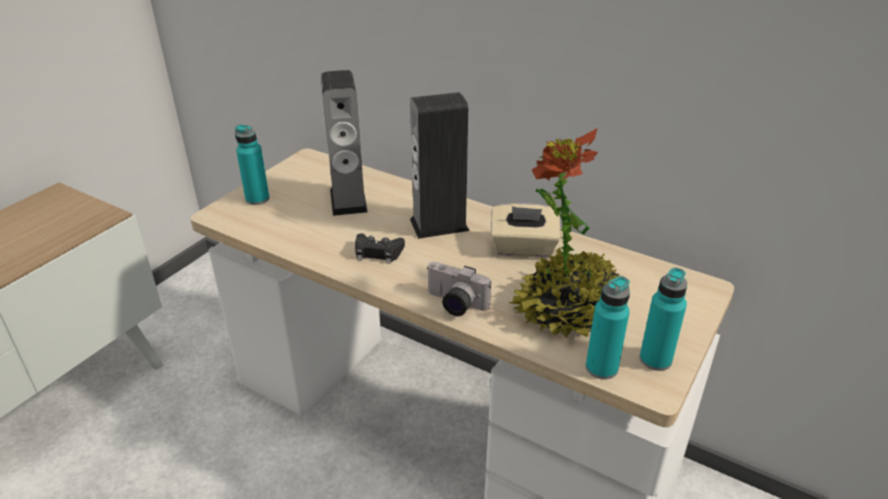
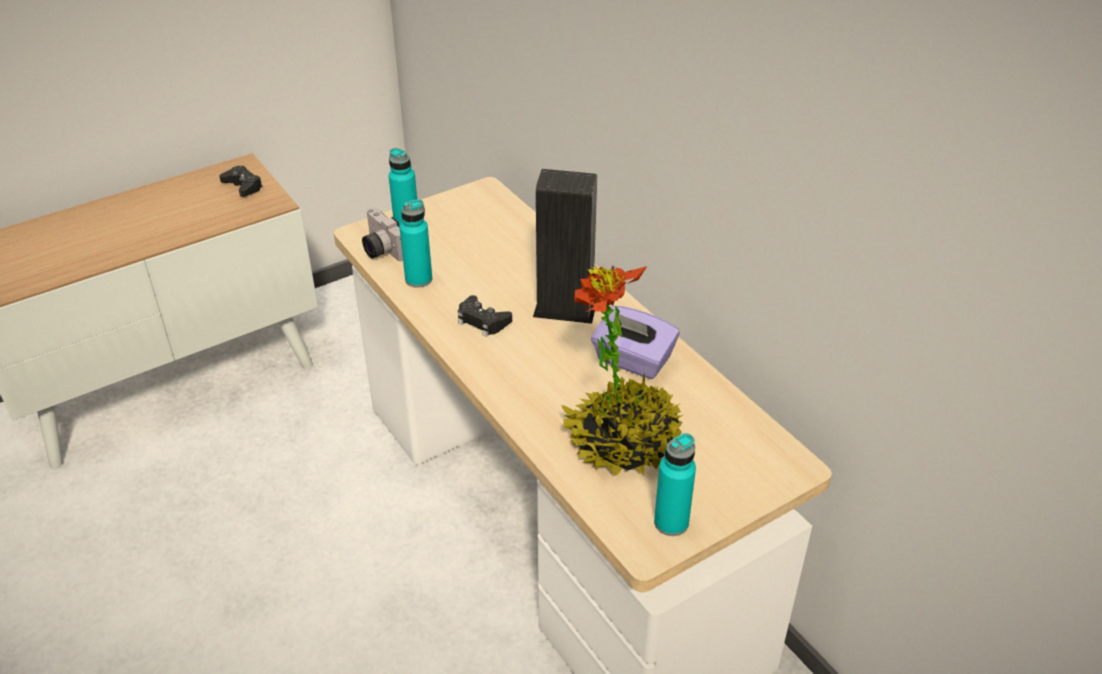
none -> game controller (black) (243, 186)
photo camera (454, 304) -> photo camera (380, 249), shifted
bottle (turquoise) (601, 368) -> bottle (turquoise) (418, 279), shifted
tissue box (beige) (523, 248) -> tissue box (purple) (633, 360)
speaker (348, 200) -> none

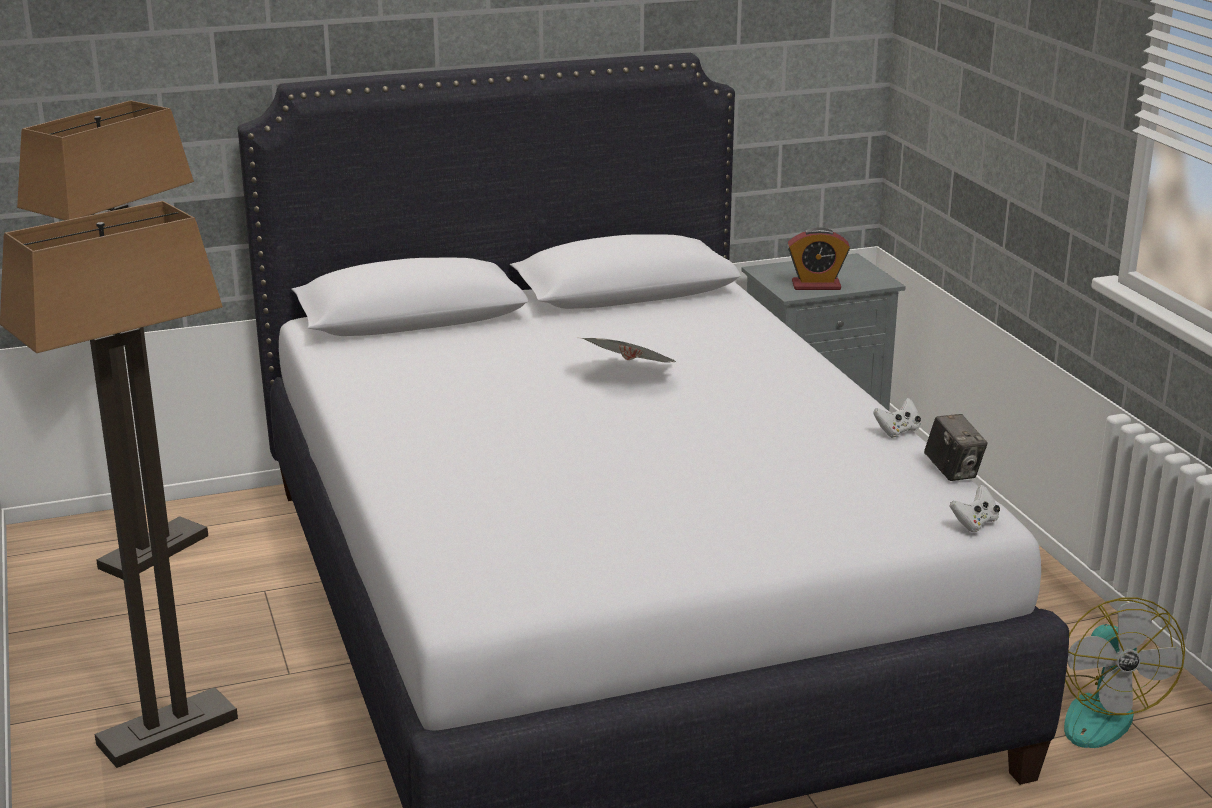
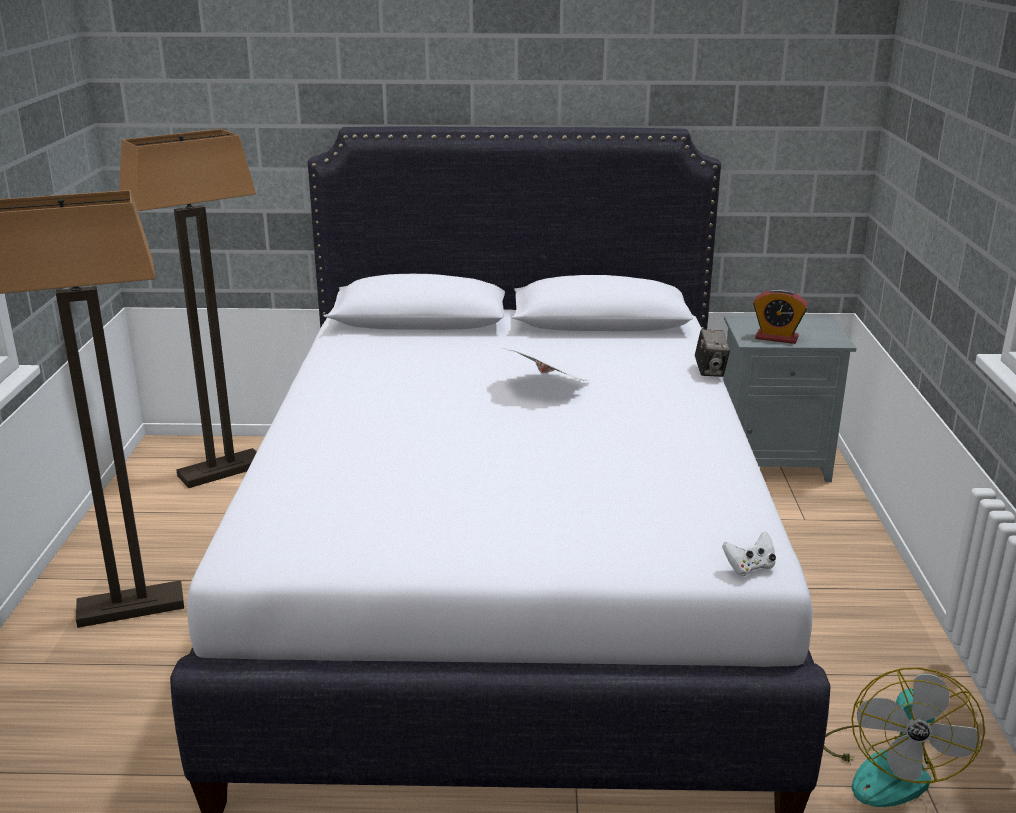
photo camera (953, 472) -> photo camera (710, 371), shifted
game controller (white) (897, 431) -> none

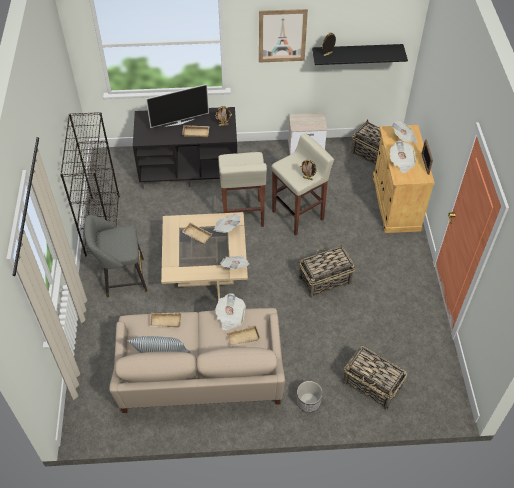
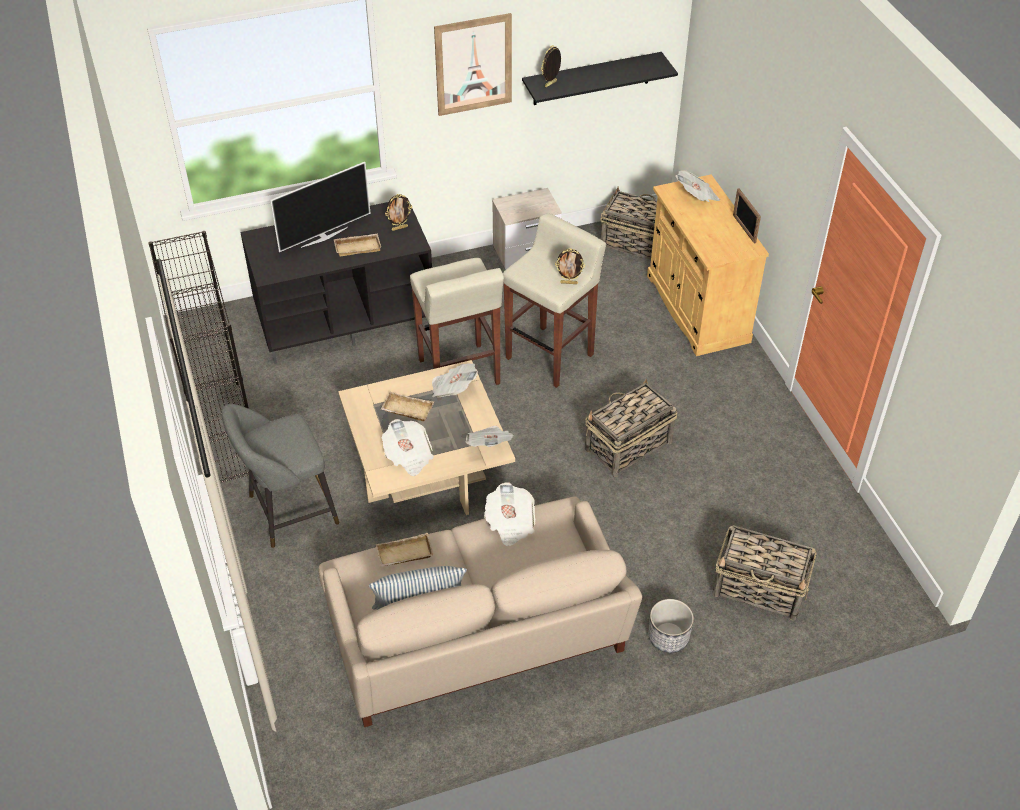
newspaper (401, 162) -> newspaper (408, 456), shifted
tray (beige) (243, 338) -> none

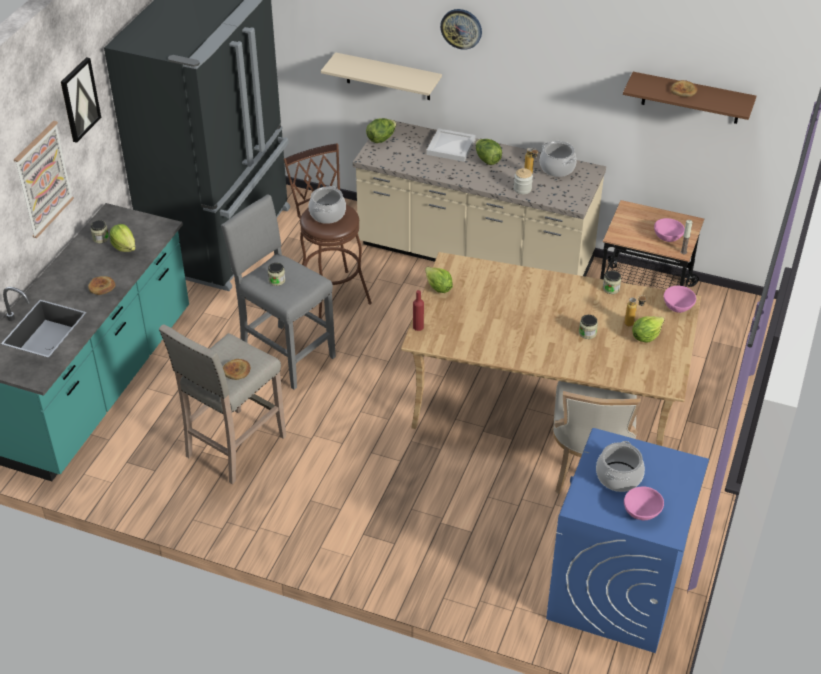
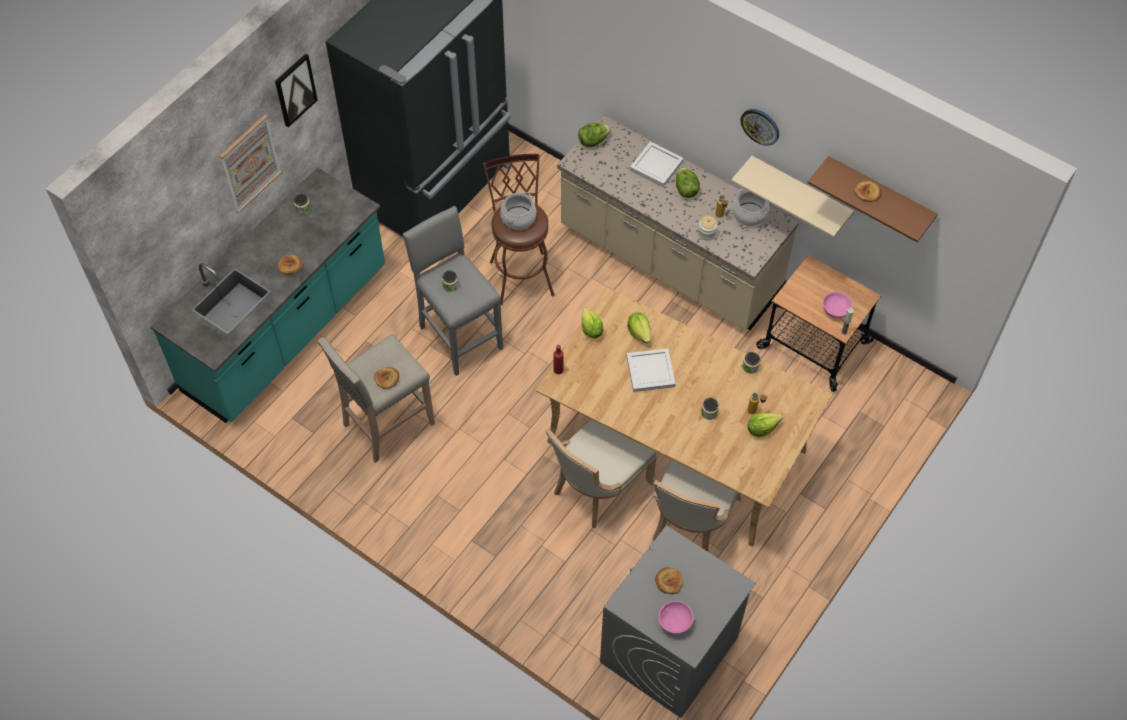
none -> chair (beige) (598, 488)
washing machine (blue) (615, 591) -> washing machine (grey) (668, 651)
none -> tray (white) (649, 371)
lettuce (124, 247) -> lettuce (639, 332), shifted
cooking pot (618, 476) -> bread (669, 581)
shelf (beige) (388, 77) -> shelf (beige) (800, 193), shifted
wall clock (461, 28) -> wall clock (760, 126), shifted
bowl (pink) (678, 307) -> none

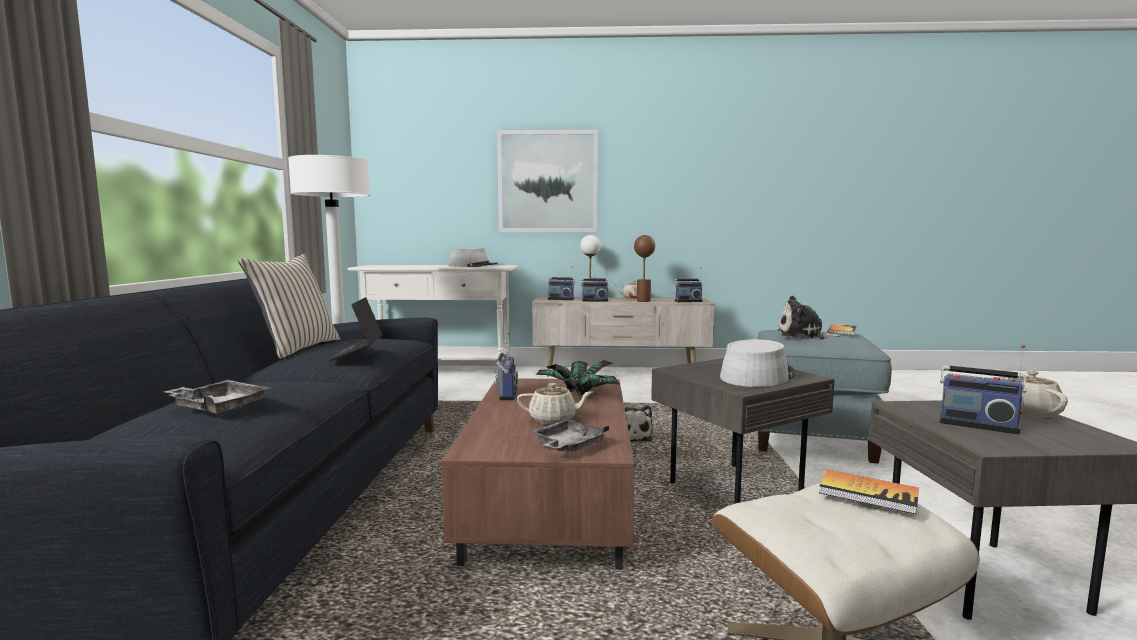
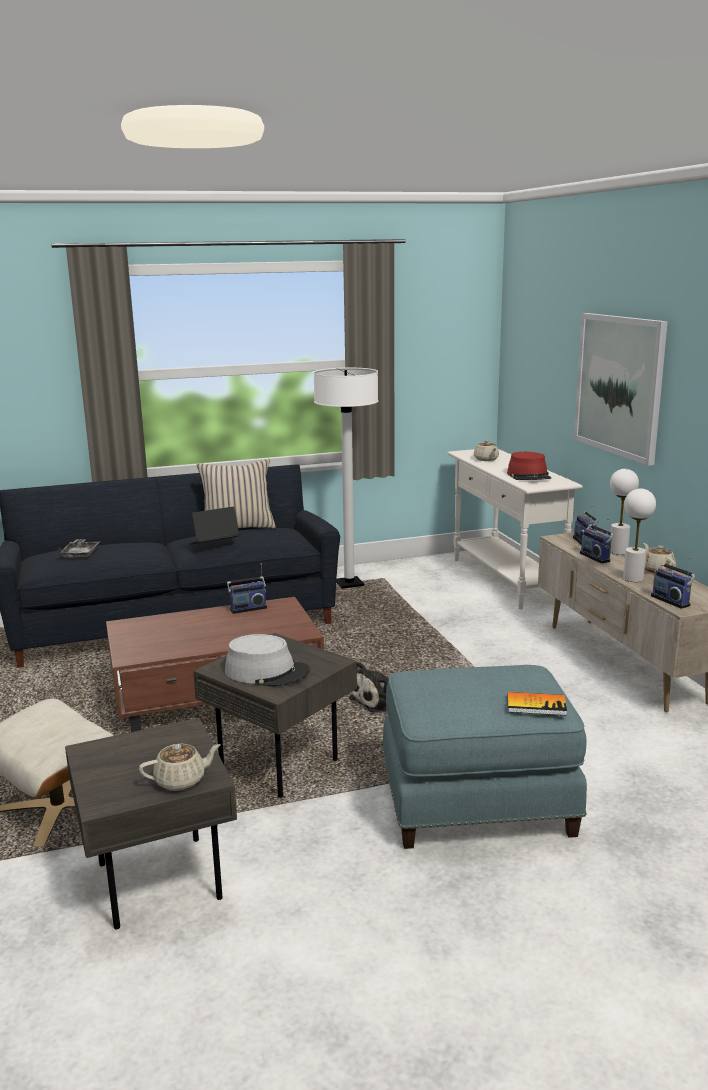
teapot (beige) (554, 419) -> teapot (beige) (486, 459), shifted
hat (grey) (473, 266) -> hat (red) (529, 476)
table lamp (brown) (643, 301) -> table lamp (white) (633, 578)
tray (grey) (567, 446) -> none
potted plant (577, 394) -> none
plush toy (804, 336) -> none
book (868, 493) -> none
radio (977, 424) -> none

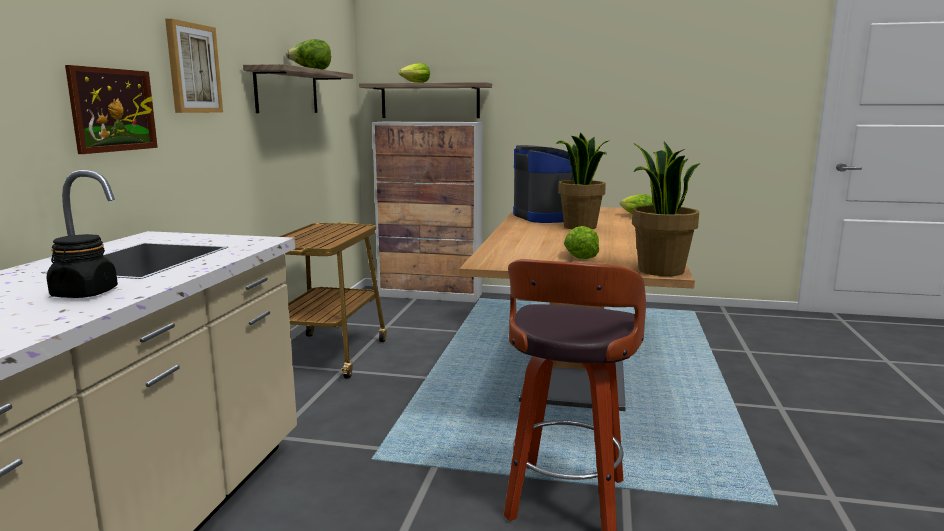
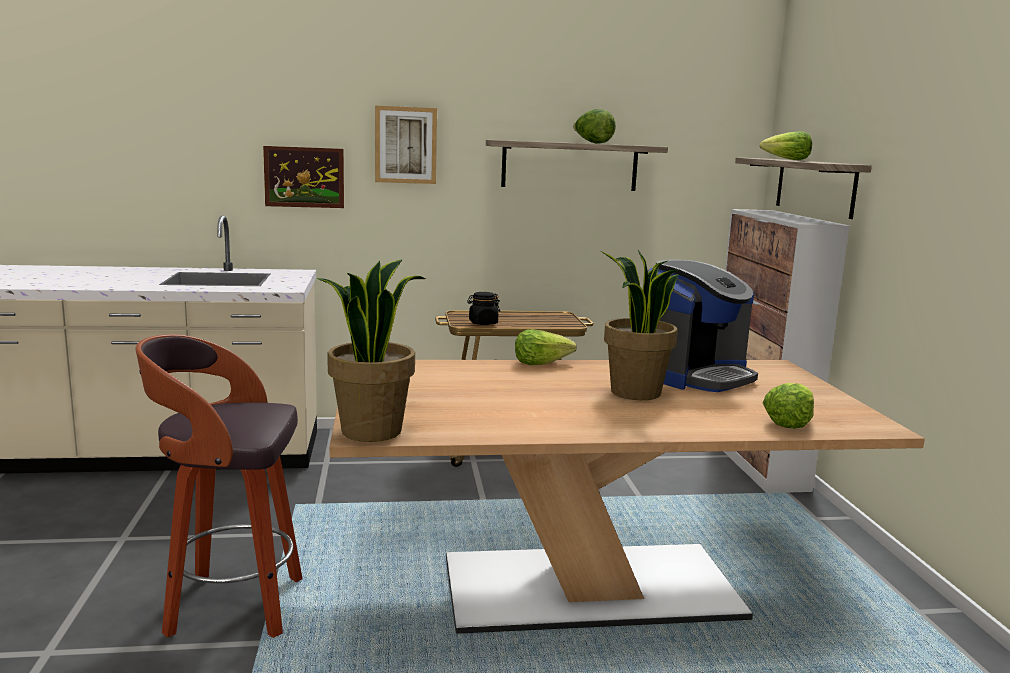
jar (black) (84, 293) -> jar (black) (483, 323), shifted
lettuce (580, 256) -> lettuce (541, 363), shifted

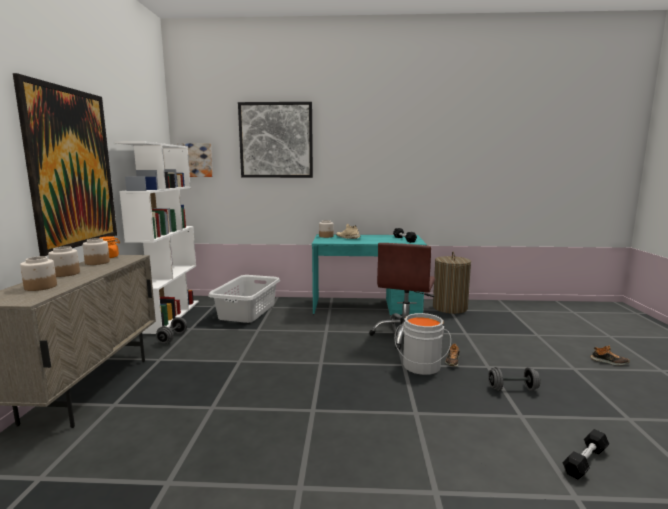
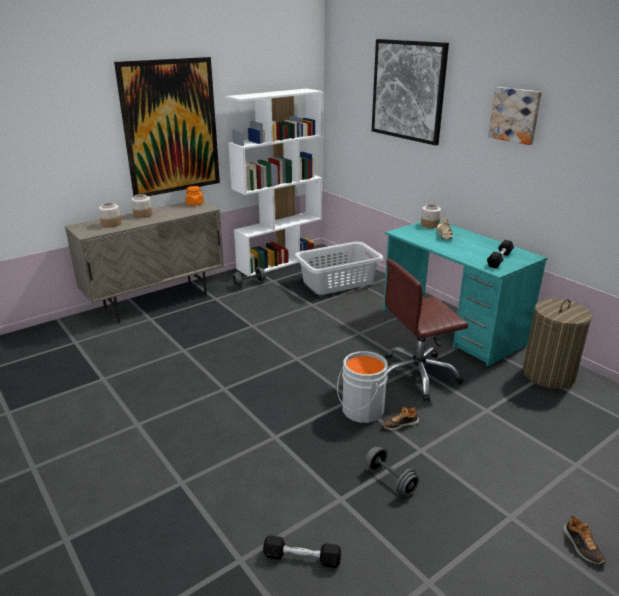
picture (196, 160) -> picture (515, 115), shifted
jar (97, 262) -> none

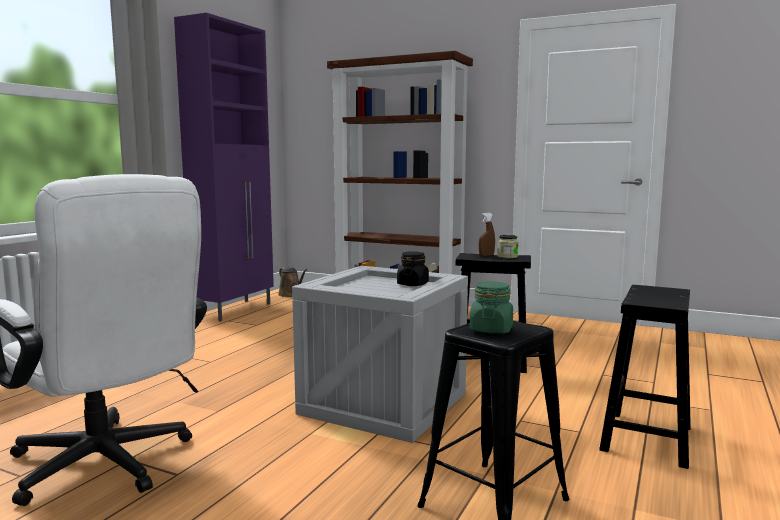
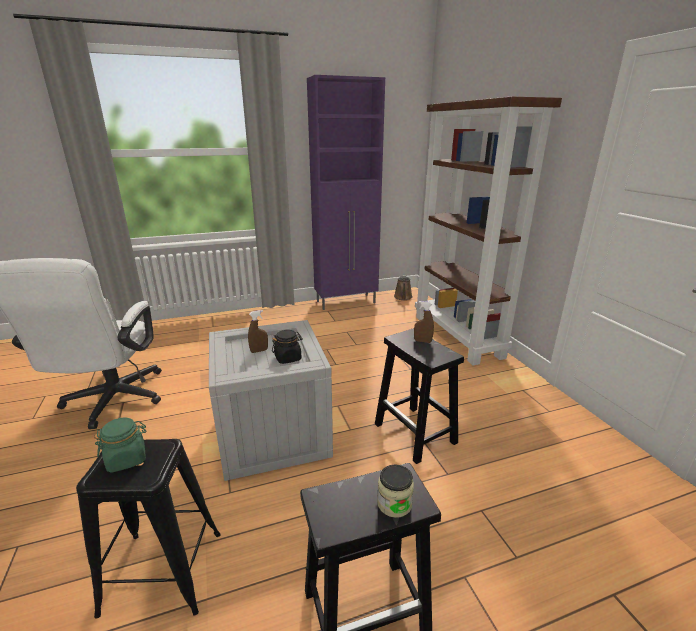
none -> spray bottle (brown) (259, 351)
jar (507, 257) -> jar (394, 503), shifted

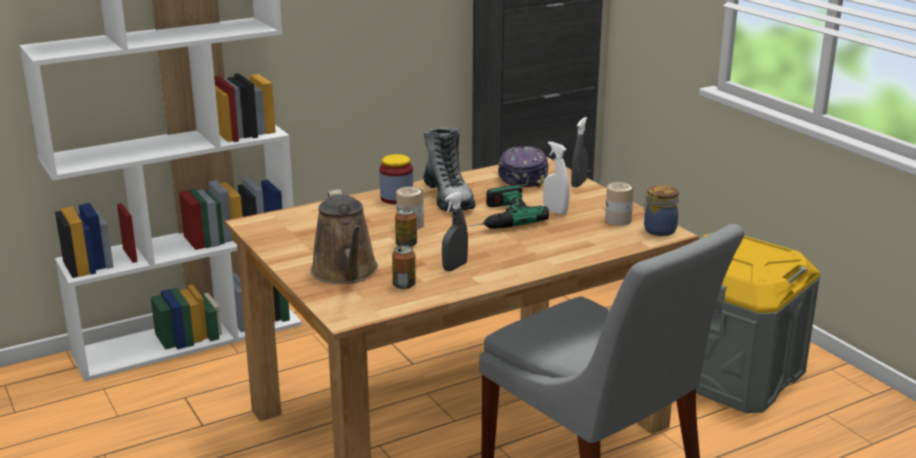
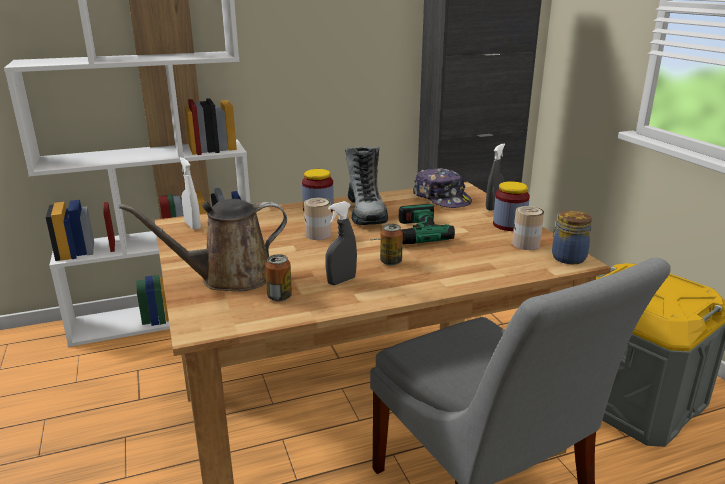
watering can (brown) (346, 272) -> watering can (brown) (229, 278), 75 degrees clockwise
spray bottle (white) (555, 211) -> spray bottle (white) (192, 226), shifted
can (406, 245) -> can (391, 262), shifted
cap (522, 177) -> cap (442, 198), 135 degrees clockwise
none -> jar (509, 225)

